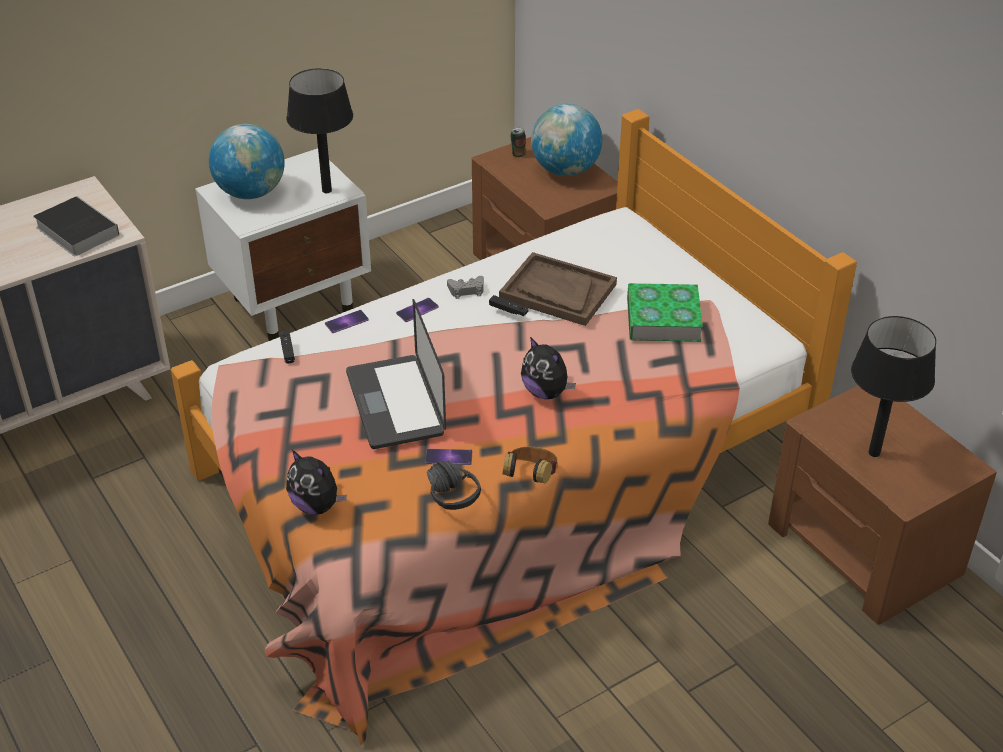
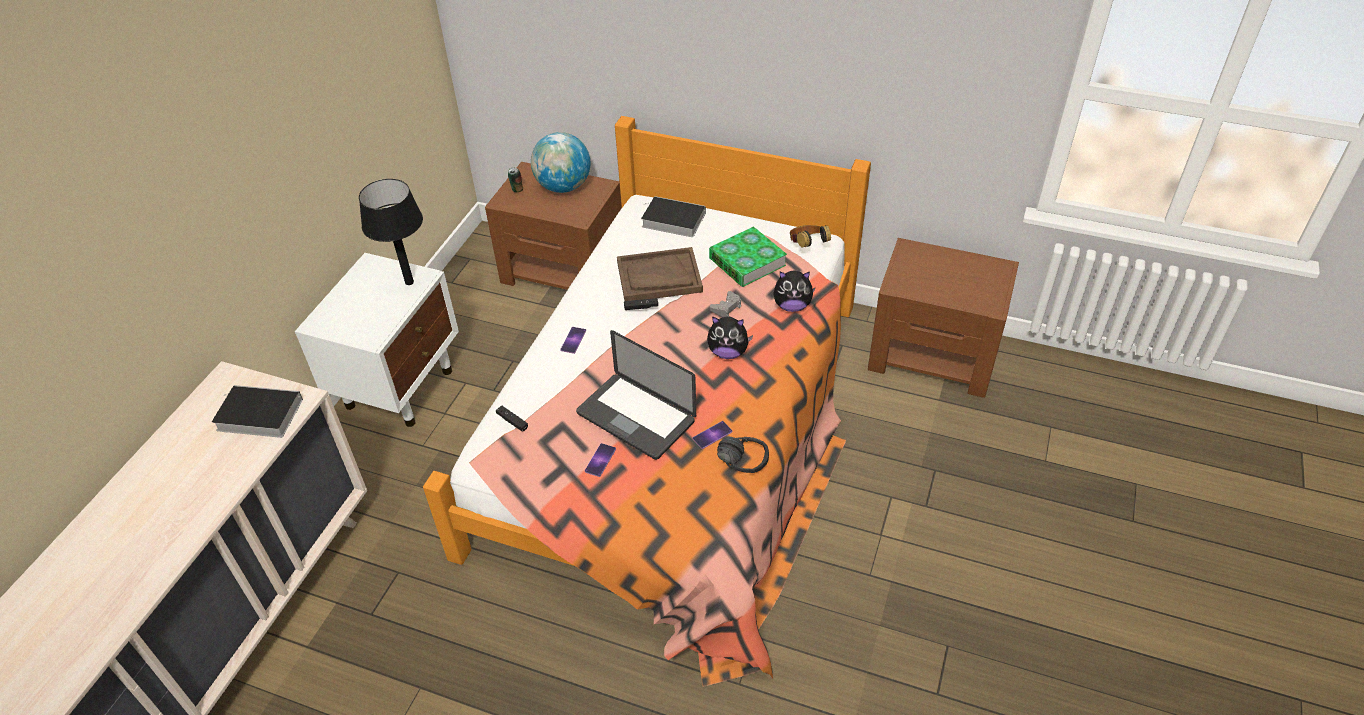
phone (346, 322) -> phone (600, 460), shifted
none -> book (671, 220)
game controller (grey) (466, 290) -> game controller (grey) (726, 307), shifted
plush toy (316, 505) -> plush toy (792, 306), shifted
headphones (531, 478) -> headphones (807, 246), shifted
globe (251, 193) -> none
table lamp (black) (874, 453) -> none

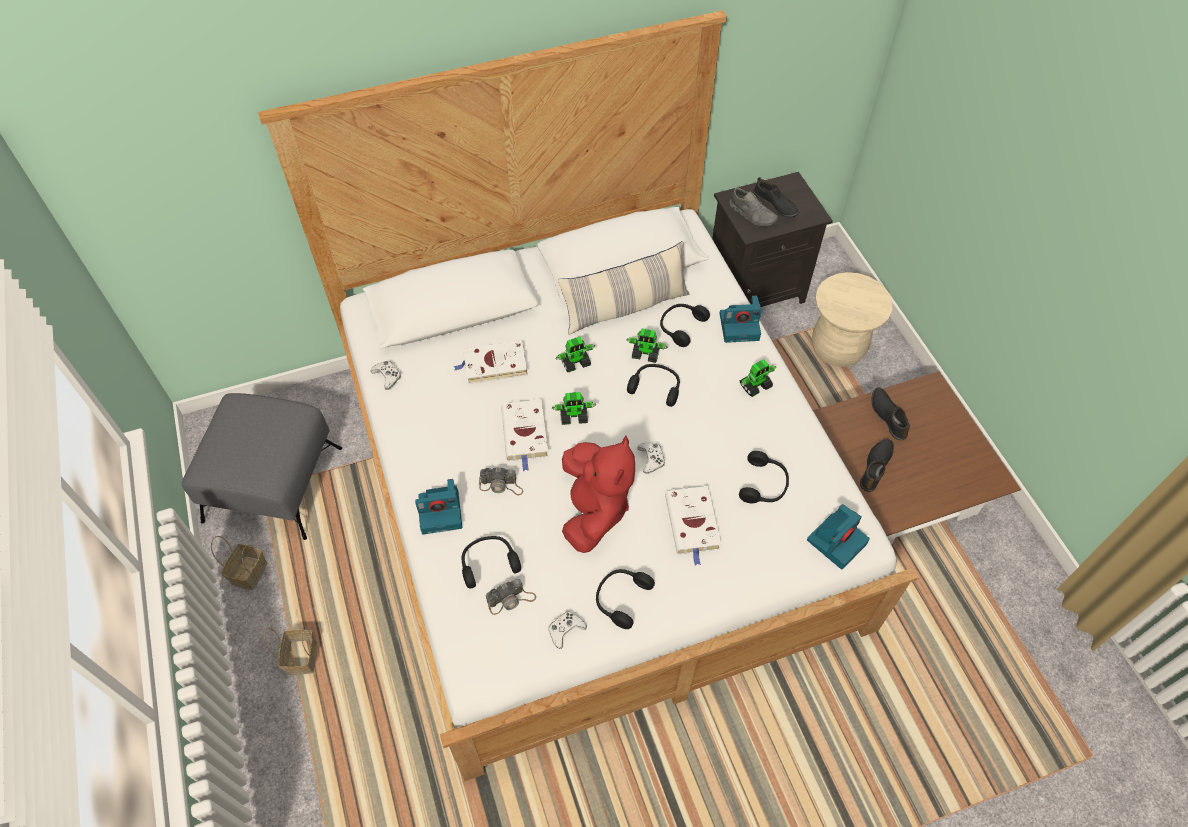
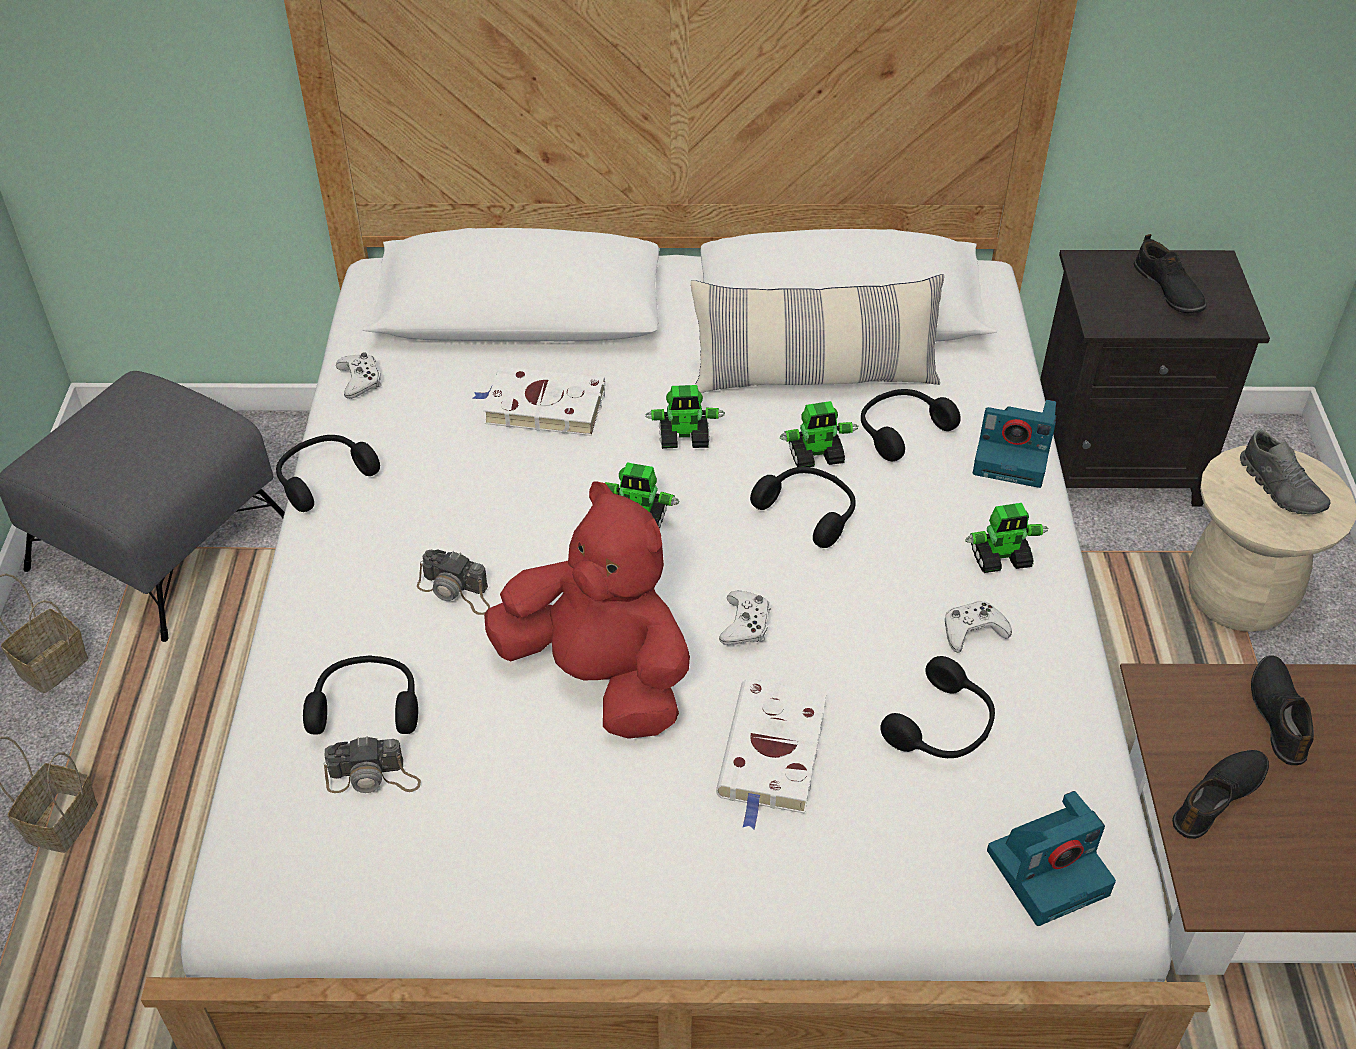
headphones (black) (621, 598) -> headphones (black) (323, 478), shifted
plush toy (red) (594, 510) -> plush toy (red) (600, 678), 75 degrees counterclockwise
toy robot (646, 354) -> toy robot (816, 456), 45 degrees counterclockwise
game controller (white) (565, 630) -> game controller (white) (973, 631), shifted
shoe (grey) (752, 214) -> shoe (grey) (1281, 488), shifted
photo camera (441, 511) -> none
book (white) (525, 434) -> none

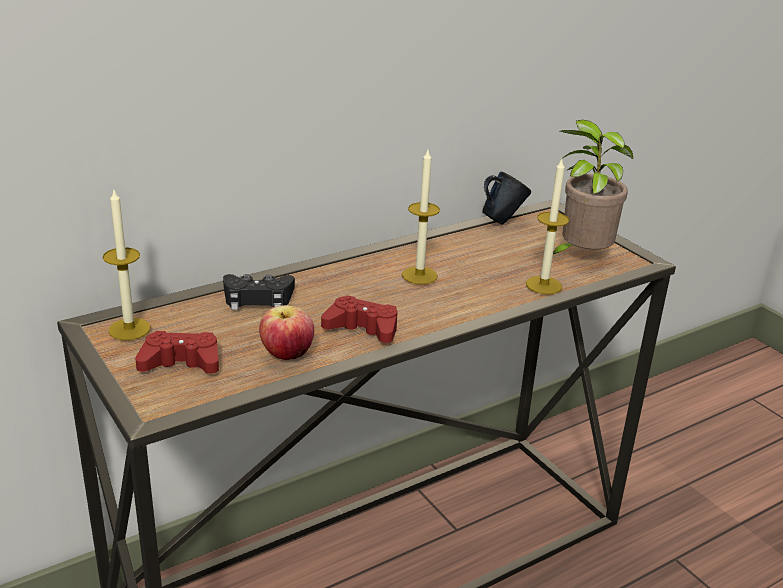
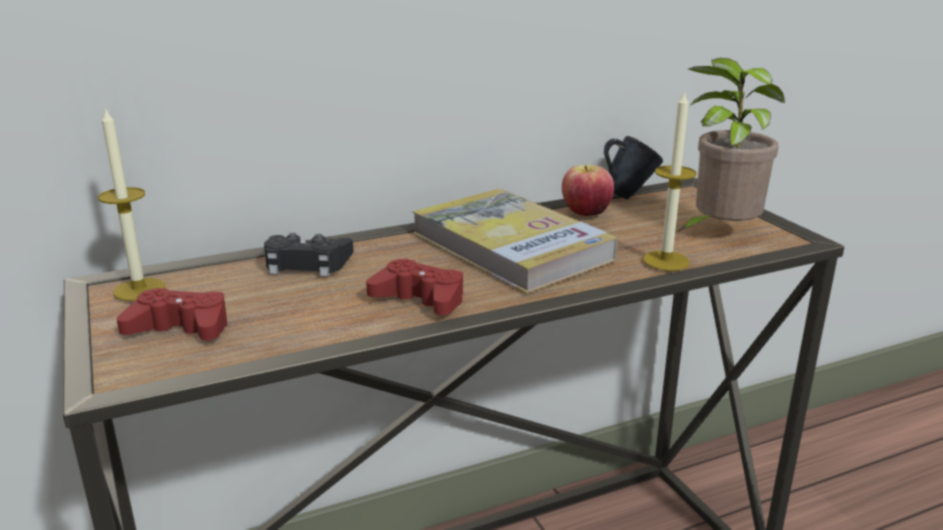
candle (419, 275) -> book (511, 246)
apple (287, 354) -> apple (586, 213), shifted

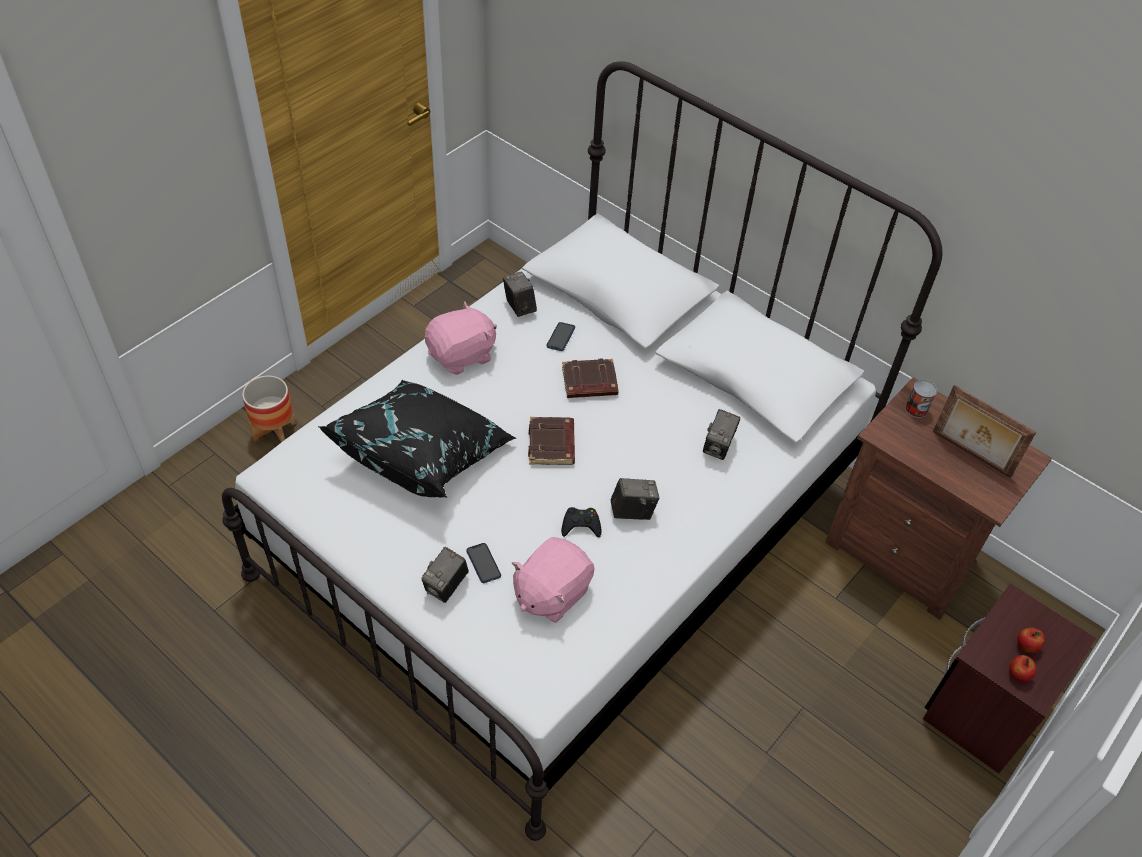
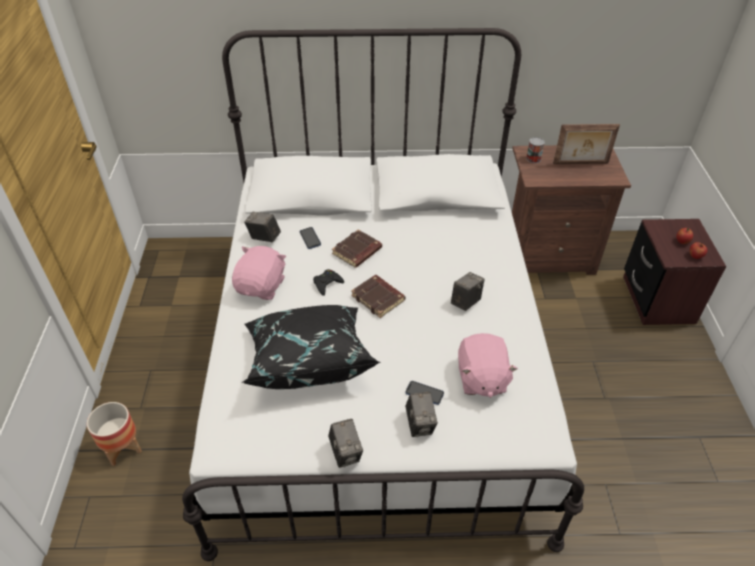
game controller (black) (581, 525) -> game controller (black) (327, 284), shifted
photo camera (718, 447) -> photo camera (346, 453), shifted

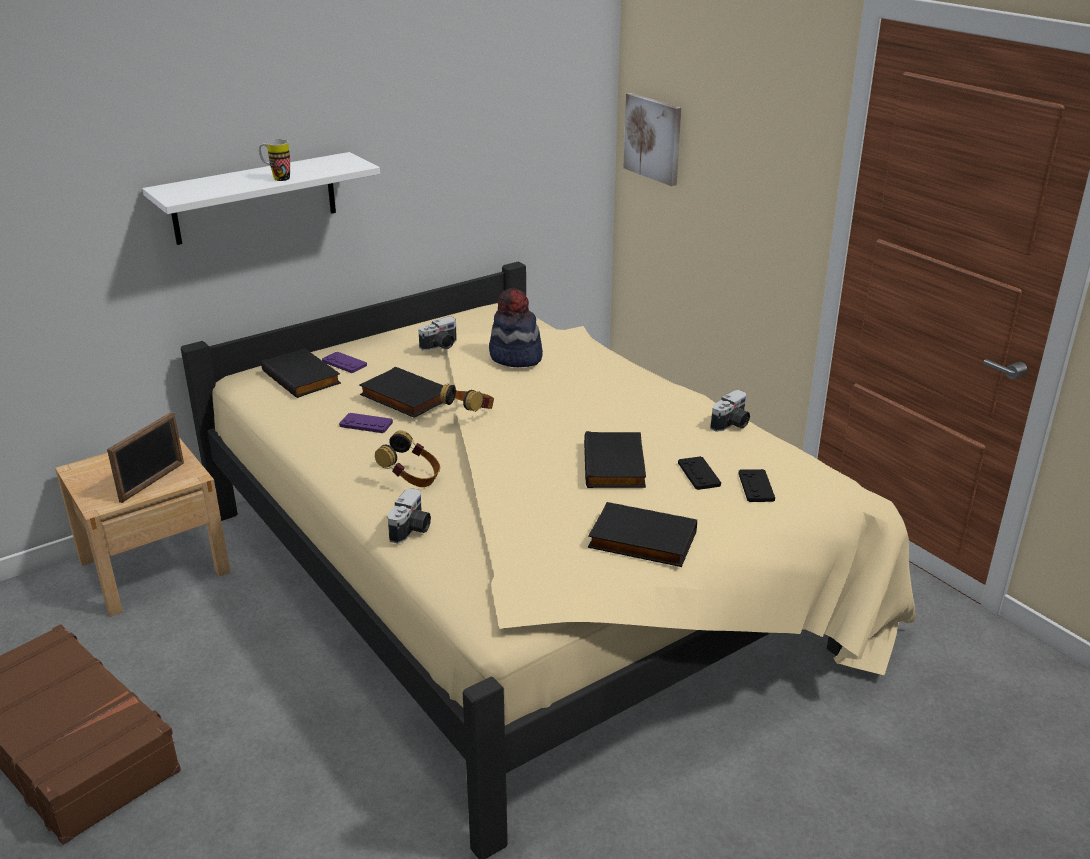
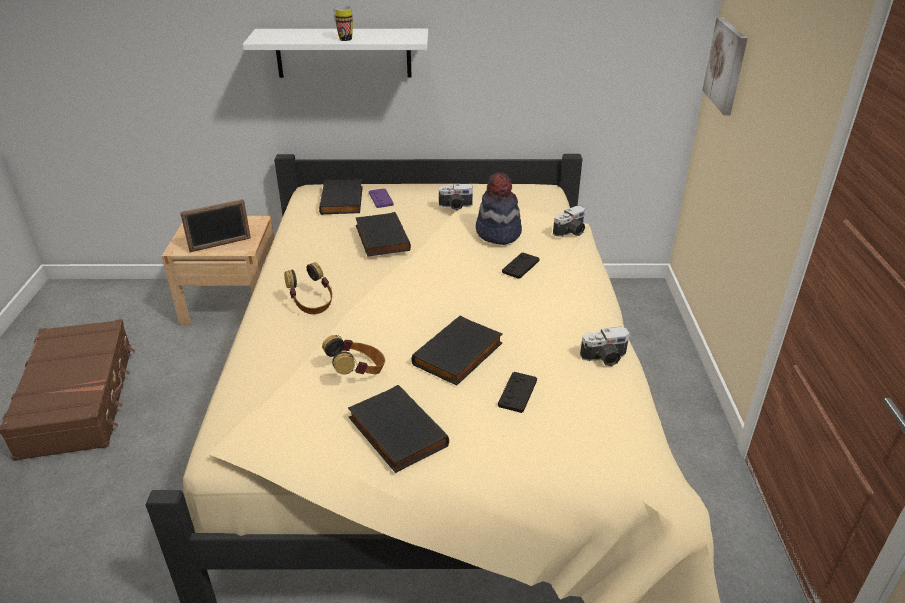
headphones (470, 415) -> headphones (358, 372), shifted
game controller (black) (756, 487) -> game controller (black) (520, 266), shifted
photo camera (412, 529) -> photo camera (571, 232), shifted
game controller (purple) (366, 424) -> none

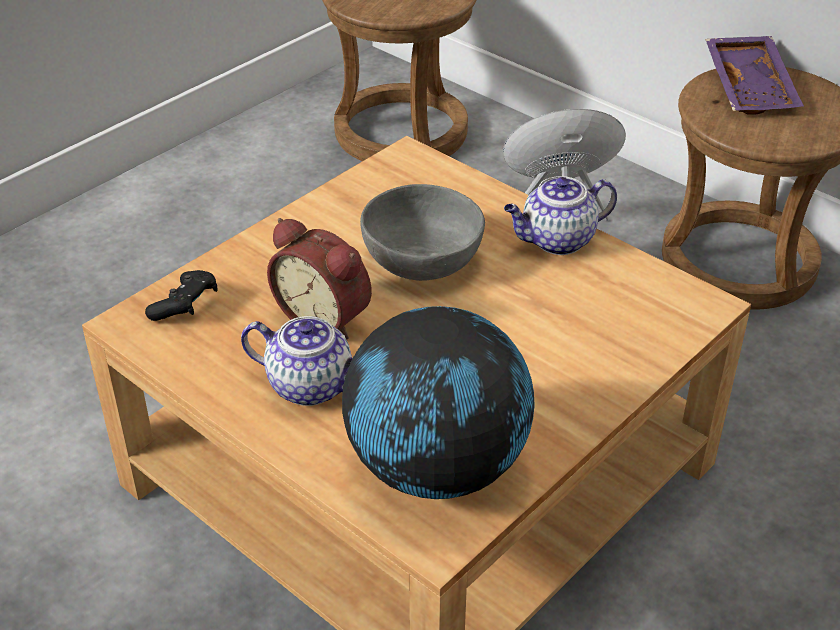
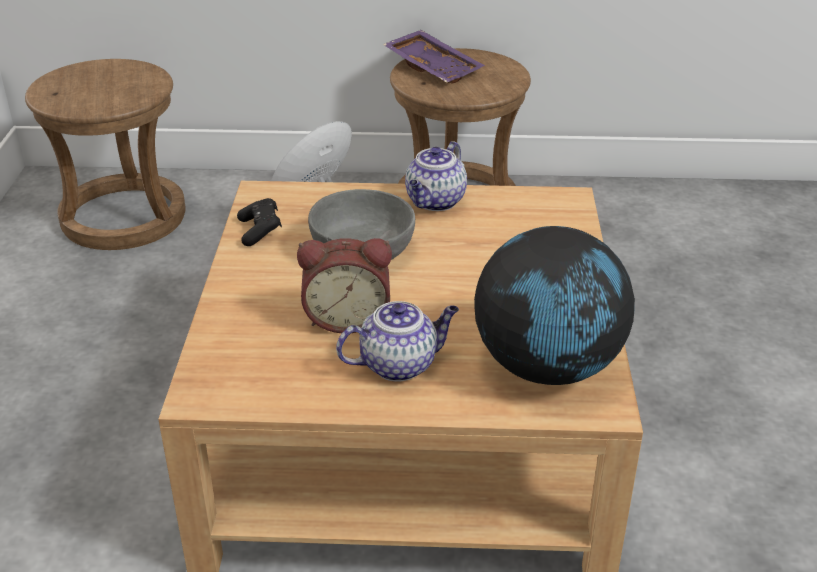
game controller (black) (186, 307) -> game controller (black) (260, 231), shifted

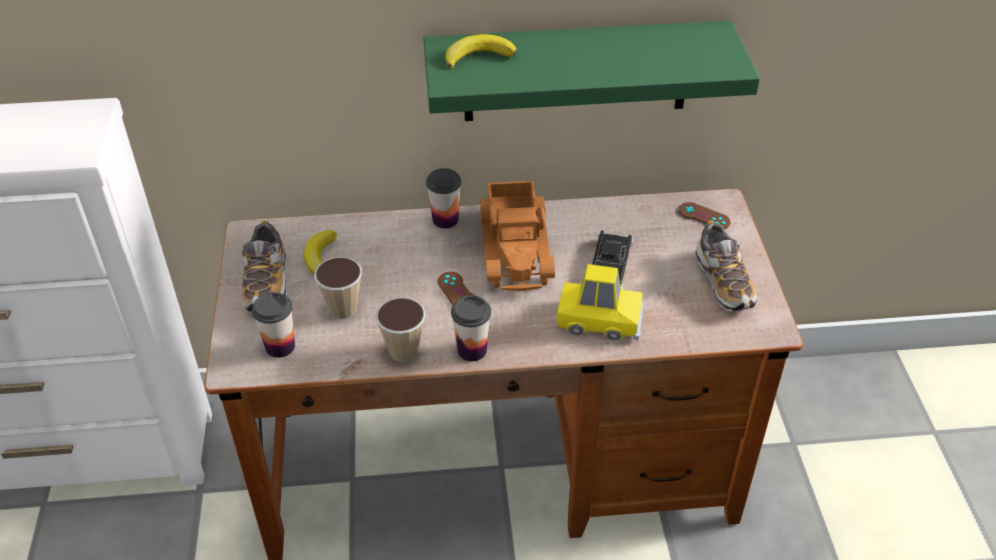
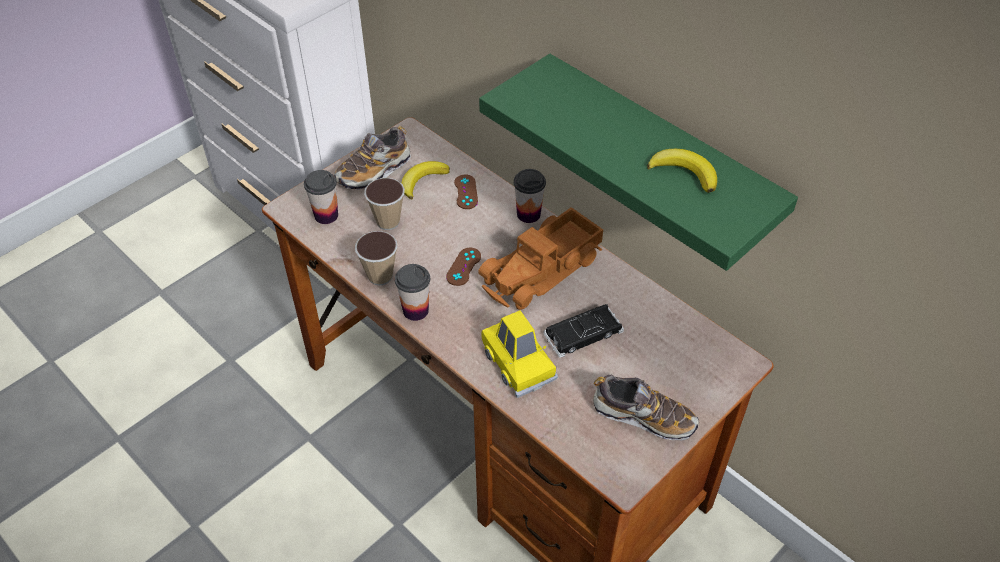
game controller (brown) (704, 216) -> game controller (brown) (466, 192), shifted
shoe (723, 282) -> shoe (643, 417), 105 degrees counterclockwise
banana (478, 56) -> banana (684, 173), shifted

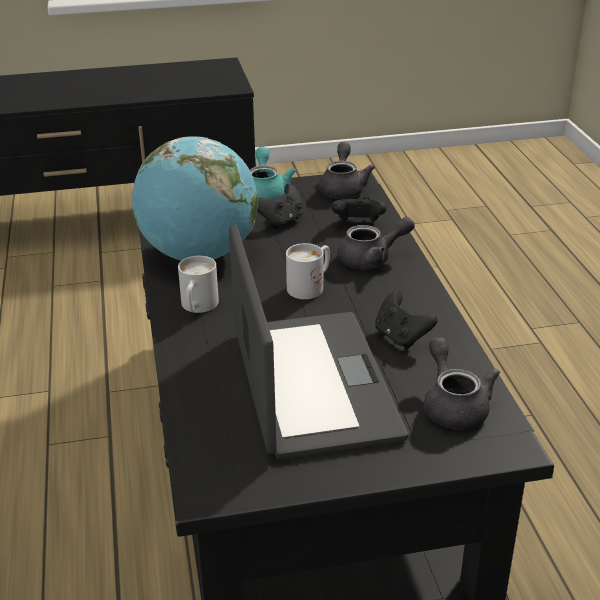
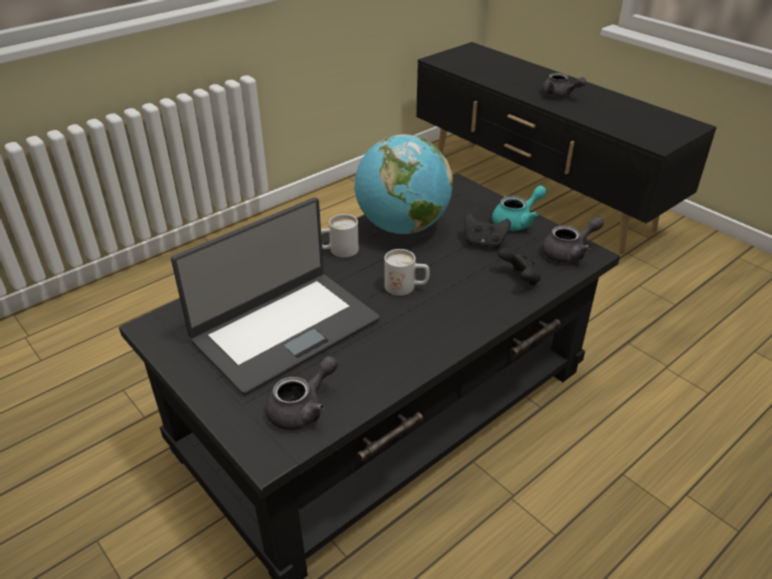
teapot (grey) (372, 259) -> teapot (grey) (559, 95), shifted
game controller (black) (401, 337) -> none

